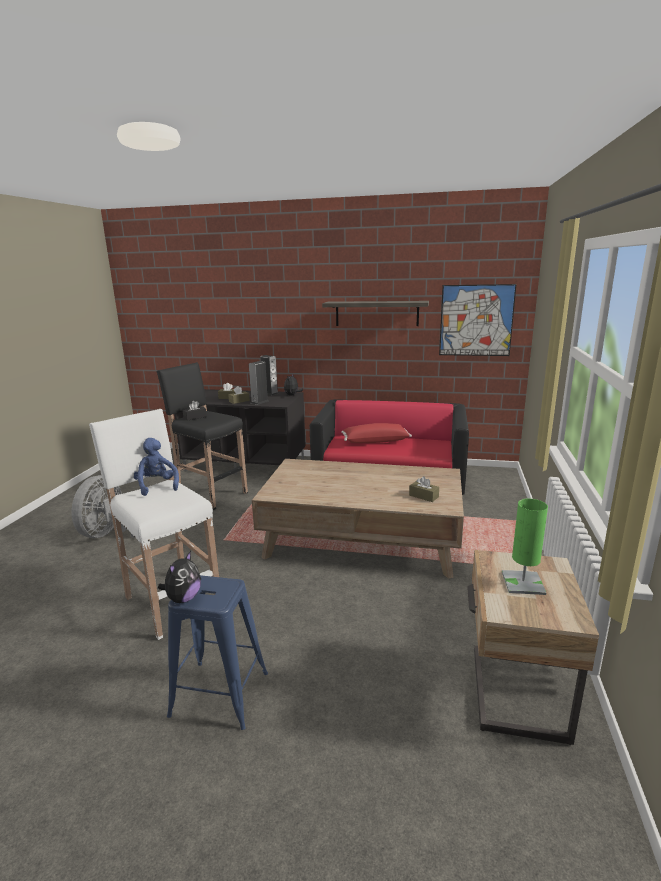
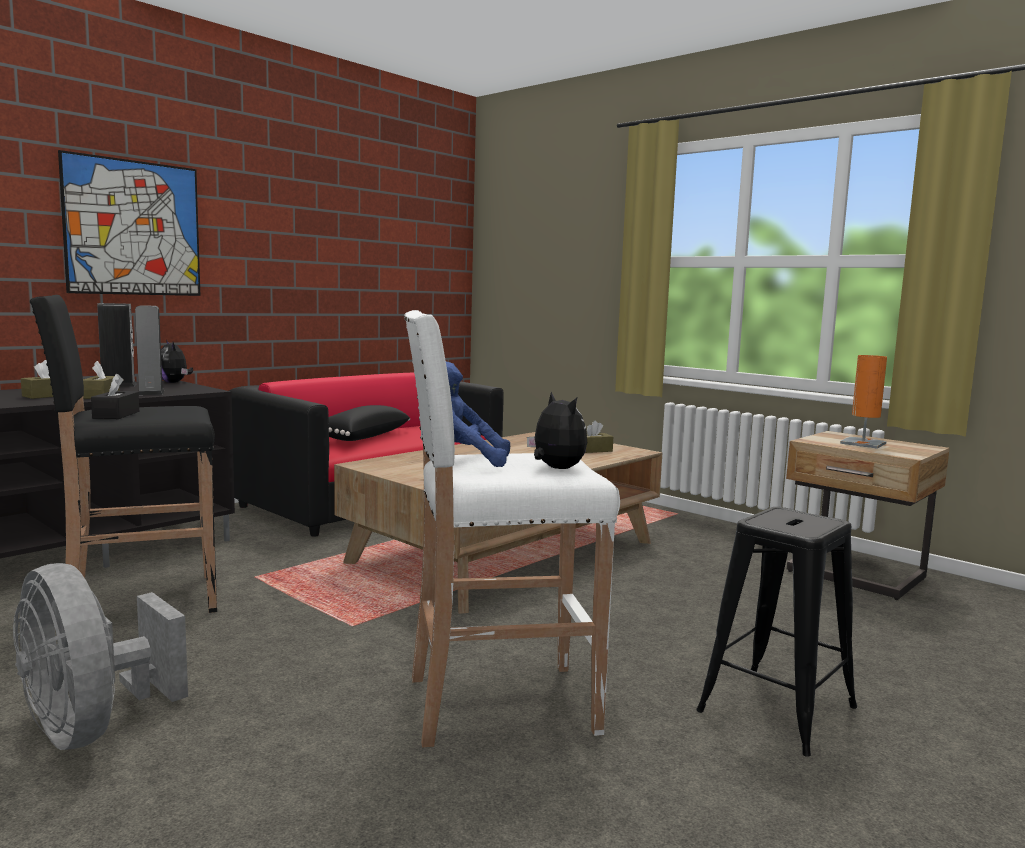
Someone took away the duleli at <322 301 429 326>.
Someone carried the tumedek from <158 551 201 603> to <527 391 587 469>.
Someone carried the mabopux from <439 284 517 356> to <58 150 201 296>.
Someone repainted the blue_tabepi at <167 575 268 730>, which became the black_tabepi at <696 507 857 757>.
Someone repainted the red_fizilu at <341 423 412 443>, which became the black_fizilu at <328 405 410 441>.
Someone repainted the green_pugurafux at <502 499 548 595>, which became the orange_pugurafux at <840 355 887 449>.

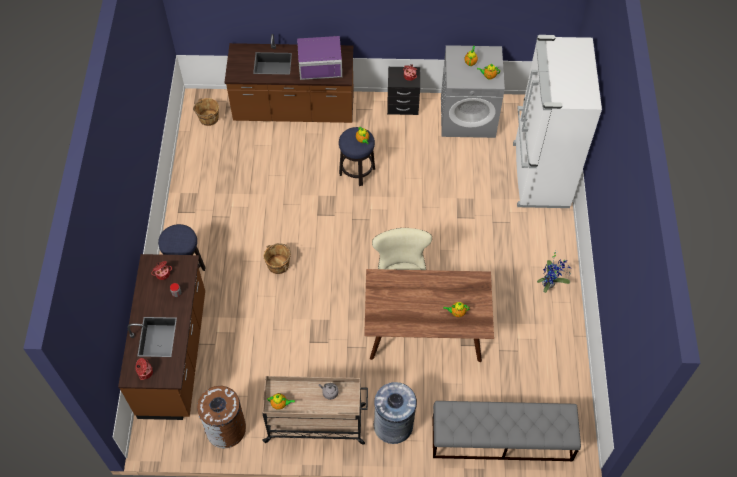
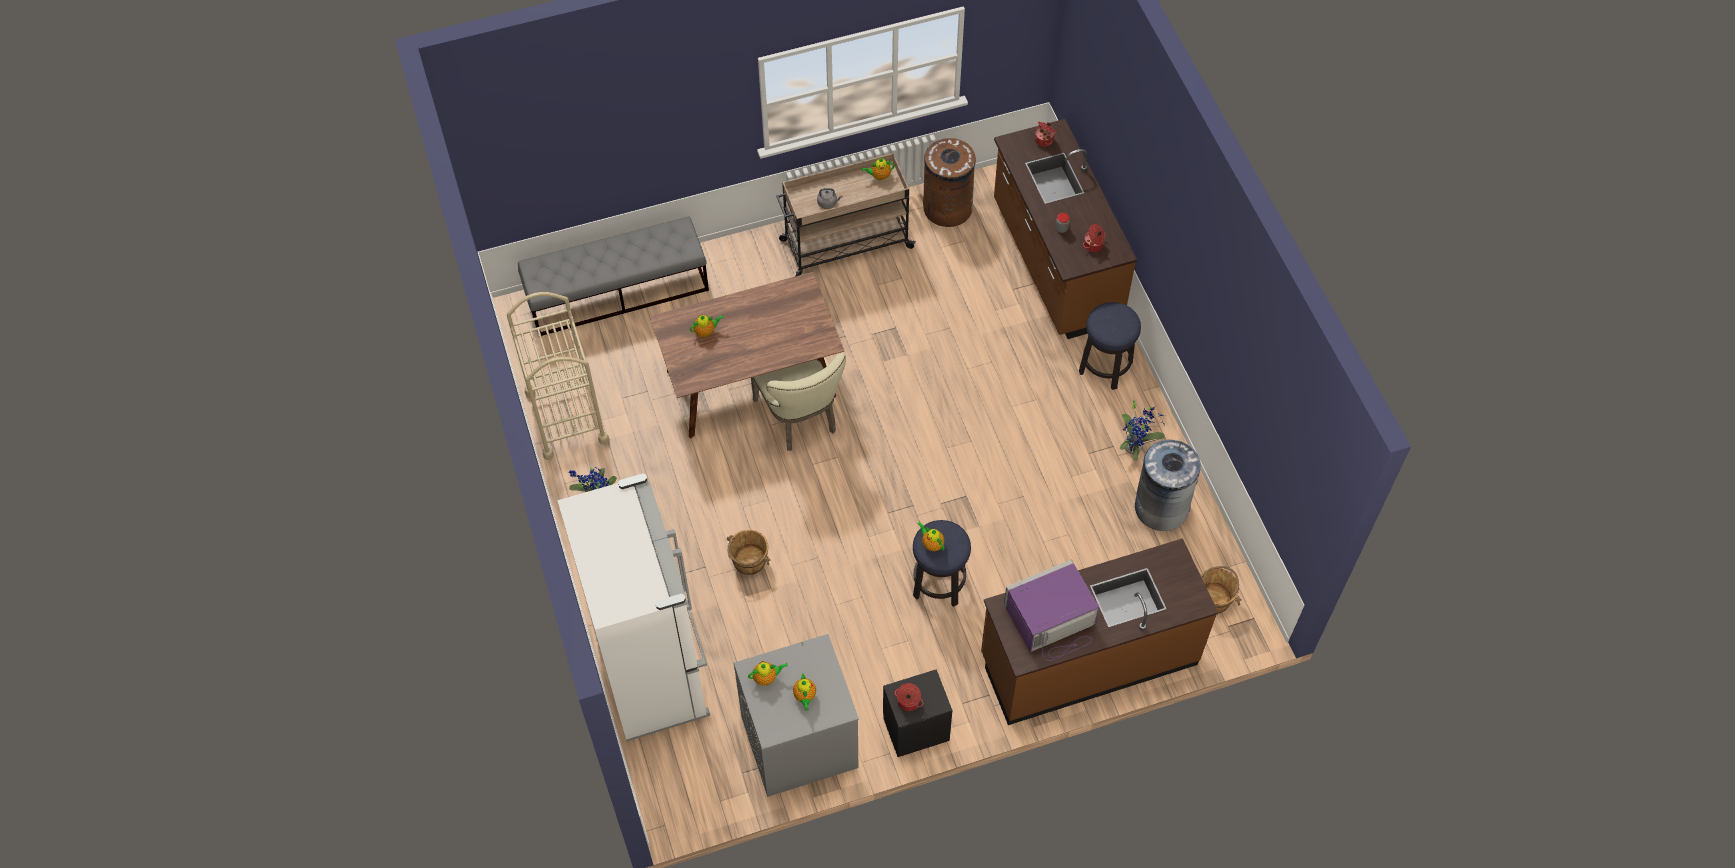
Someone put down the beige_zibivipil at <507 292 609 460>.
Someone put down the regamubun at <1120 397 1165 461>.
Someone carried the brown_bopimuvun from <264 243 291 274> to <726 530 770 575>.
Someone carried the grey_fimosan from <374 382 417 444> to <1135 439 1201 531>.

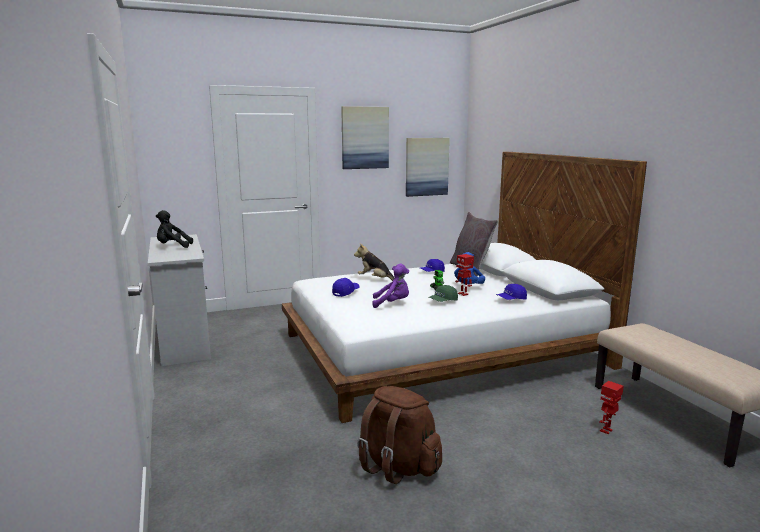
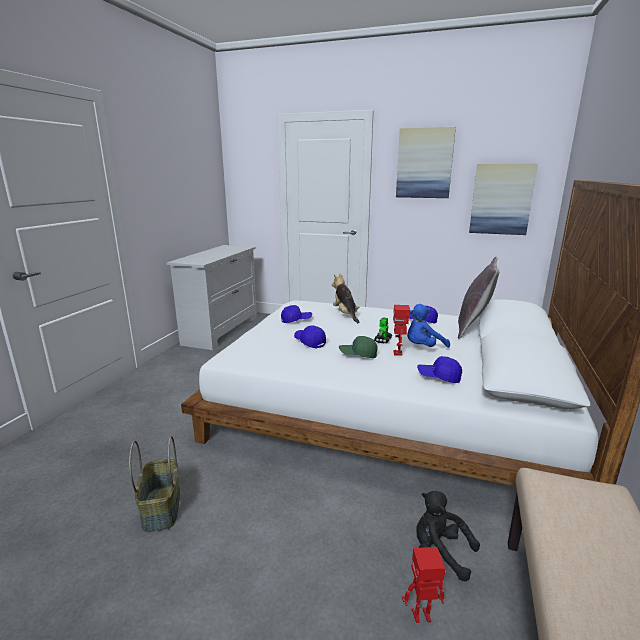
Someone carried the black_tumedek from <156 210 193 248> to <416 491 480 582>.
Someone swapped the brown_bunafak at <357 386 442 484> for the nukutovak at <129 436 180 533>.
Someone swapped the purple_tumedek at <373 264 409 308> for the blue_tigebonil at <294 325 326 348>.

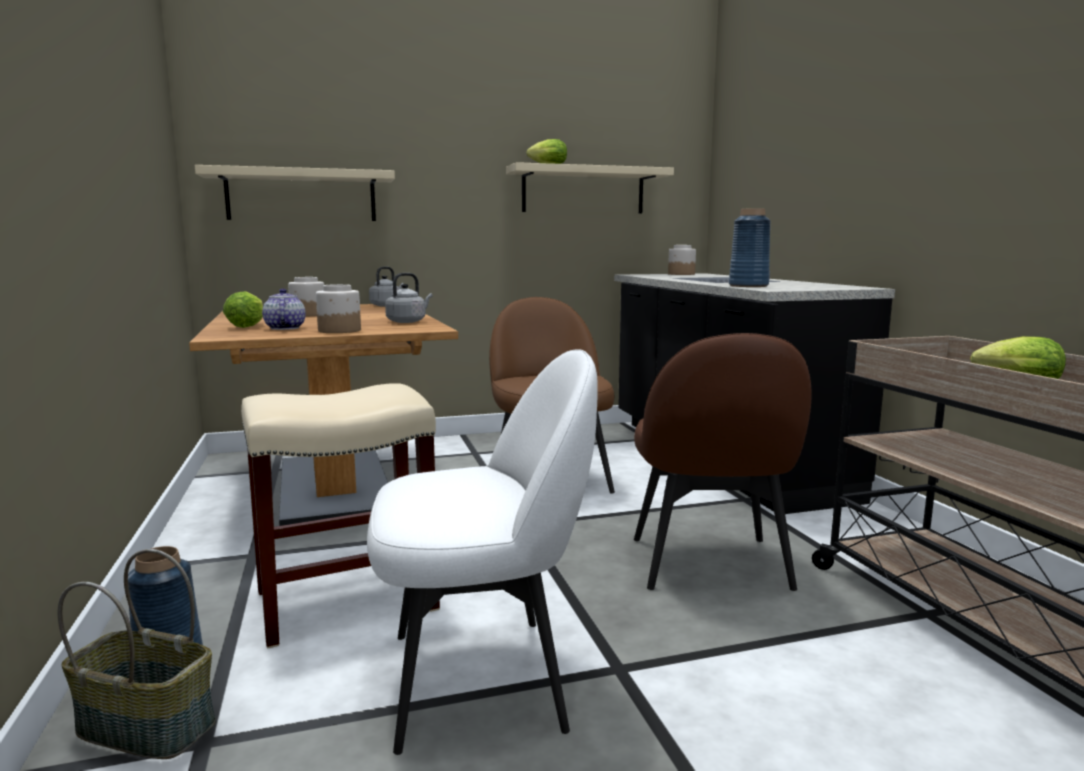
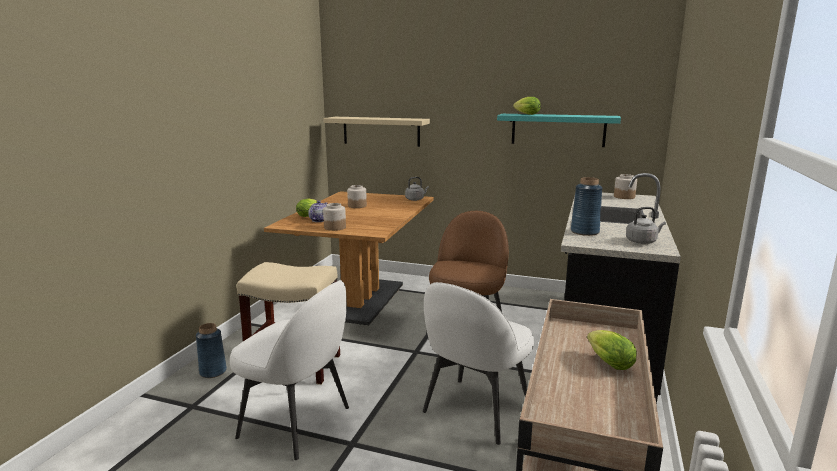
Someone took away the nukutovak at <58 549 216 759>.
Someone carried the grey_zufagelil from <385 273 433 323> to <626 207 666 244>.
Someone repainted the beige_duleli at <506 162 674 213>, which became the turquoise_duleli at <497 114 621 147>.
Someone repainted the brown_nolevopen at <634 333 811 591>, which became the white_nolevopen at <423 282 534 445>.

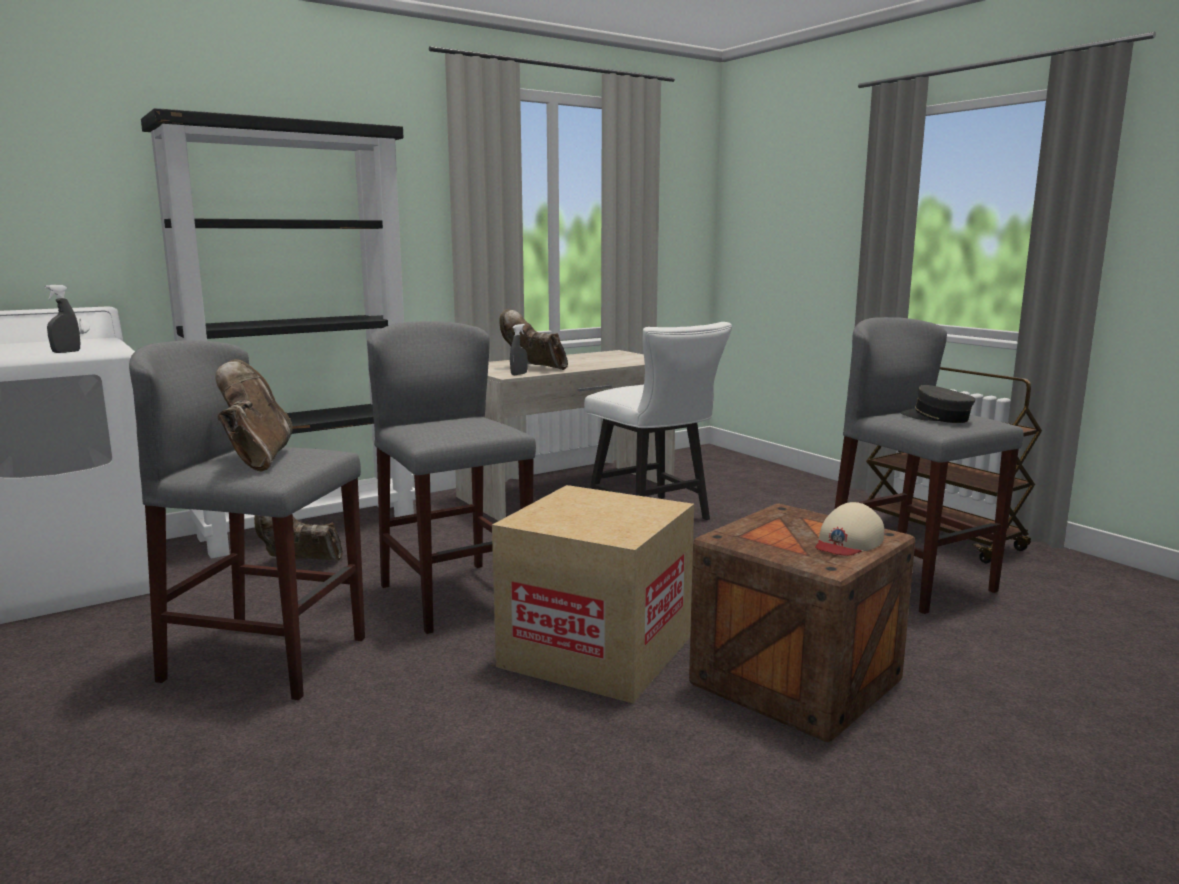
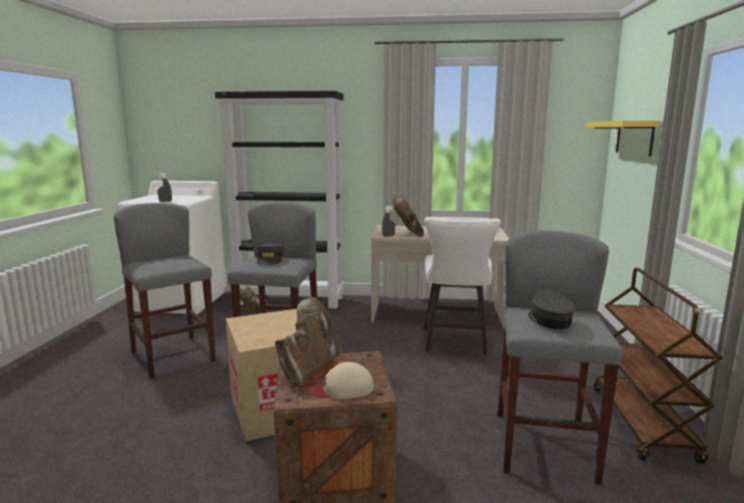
Someone put down the grey_tigebonil at <256 243 283 265>.
Someone put up the yellow_duleli at <585 121 661 156>.
Someone carried the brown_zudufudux from <215 359 293 471> to <275 297 342 386>.

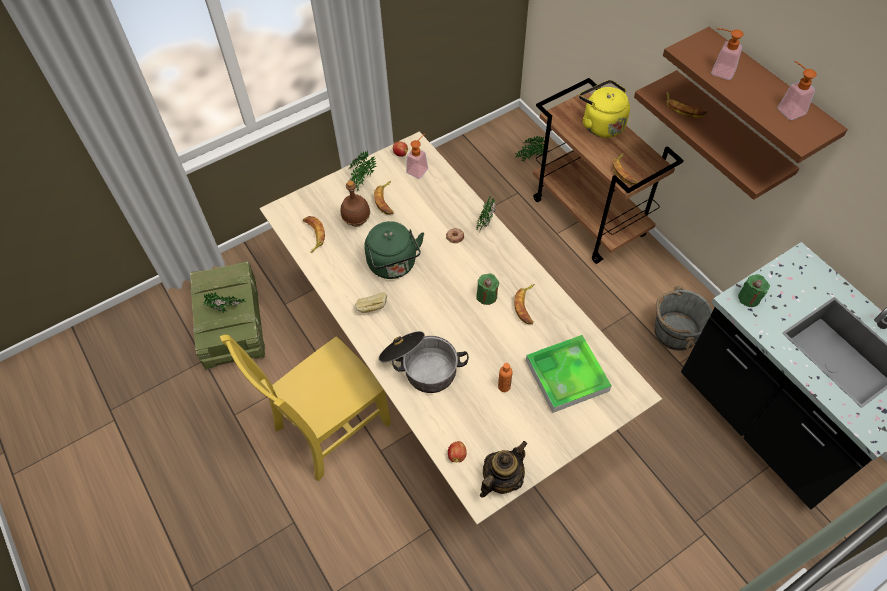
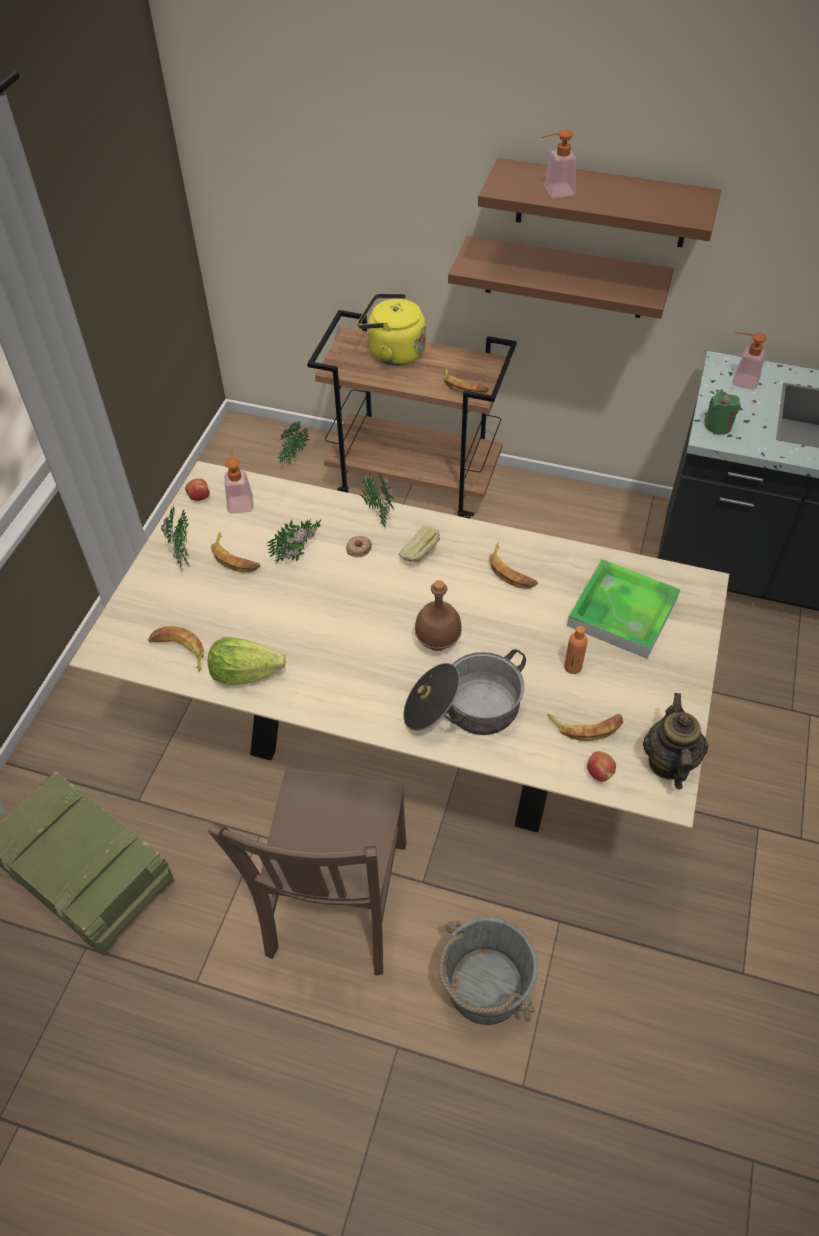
Someone took away the green_zufagelil at <364 221 424 279>.
Someone took away the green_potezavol at <477 273 499 305>.
Someone put down the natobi at <208 637 286 685>.
Someone carried the regamubun from <203 292 246 313> to <267 519 321 564>.
Someone carried the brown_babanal from <341 181 370 227> to <415 580 462 651>.
Someone carried the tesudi from <355 292 387 313> to <399 526 440 562>.
Someone carried the grey_bopimuvun from <655 286 713 351> to <438 917 538 1025>.
Someone carried the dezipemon from <667 92 707 118> to <547 714 623 741>.
Someone carried the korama from <778 61 817 120> to <732 332 767 390>.
Someone repainted the yellow_nolevopen at <220 335 391 481>, which became the brown_nolevopen at <208 769 407 975>.

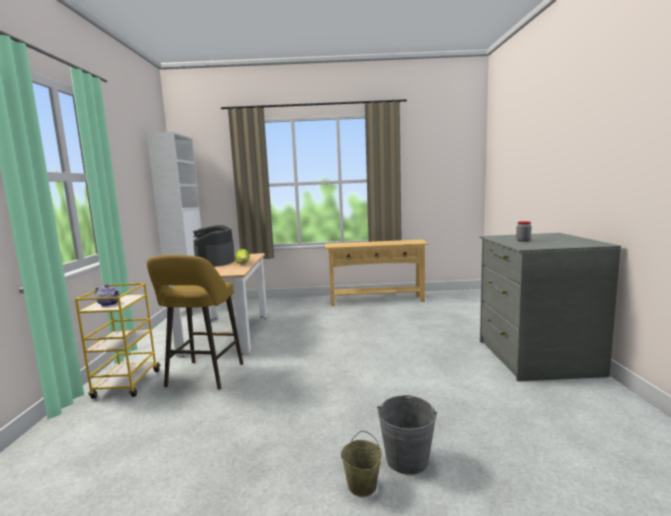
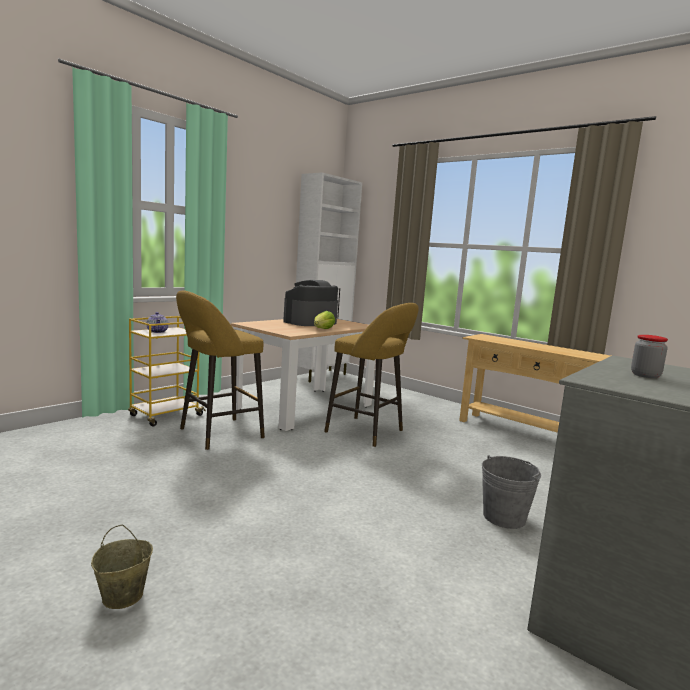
Someone put down the yellow_tabepi at <324 303 419 447>.
Someone carried the grey_bopimuvun from <377 395 437 475> to <482 455 541 529>.

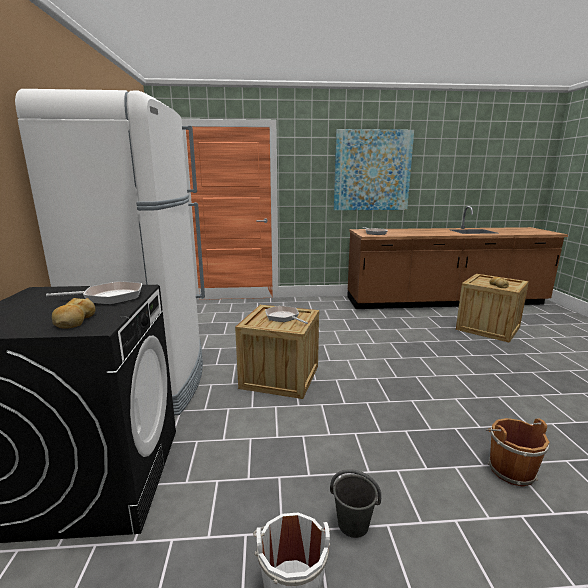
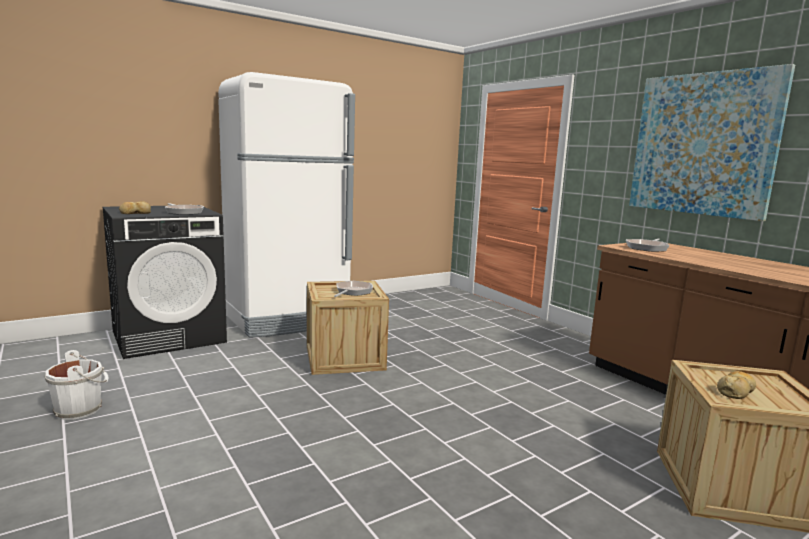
Someone took away the grey_bopimuvun at <330 469 381 538>.
Someone took away the brown_bopimuvun at <486 418 549 487>.

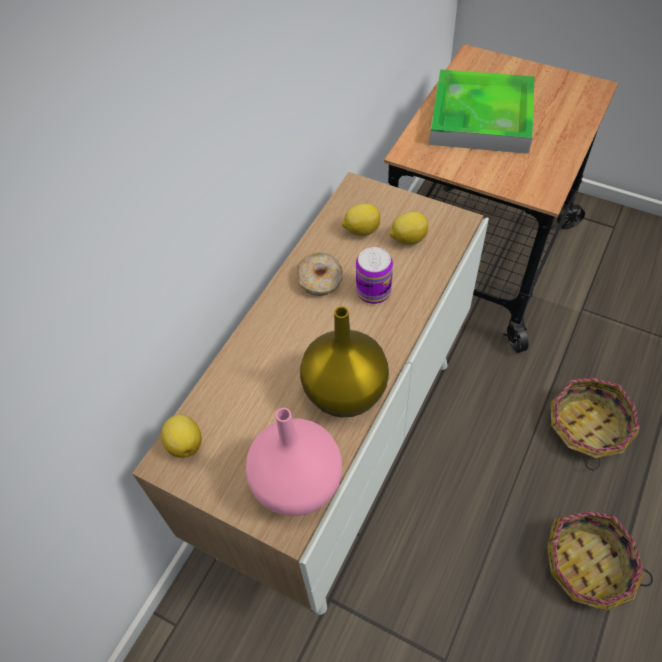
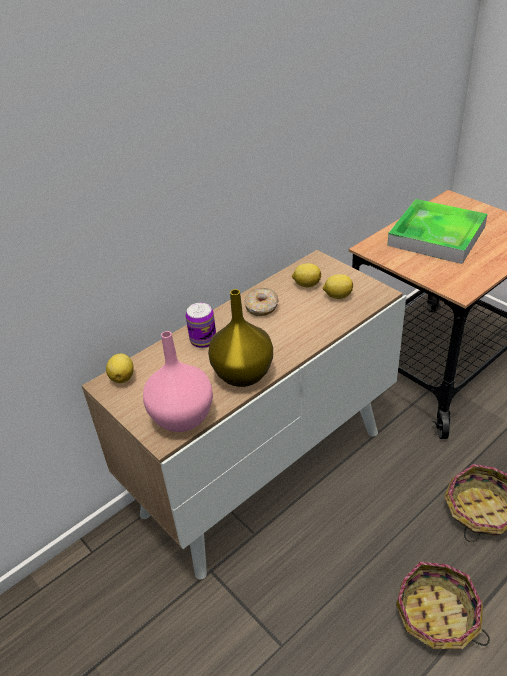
Someone carried the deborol from <356 247 393 304> to <186 303 216 348>.

